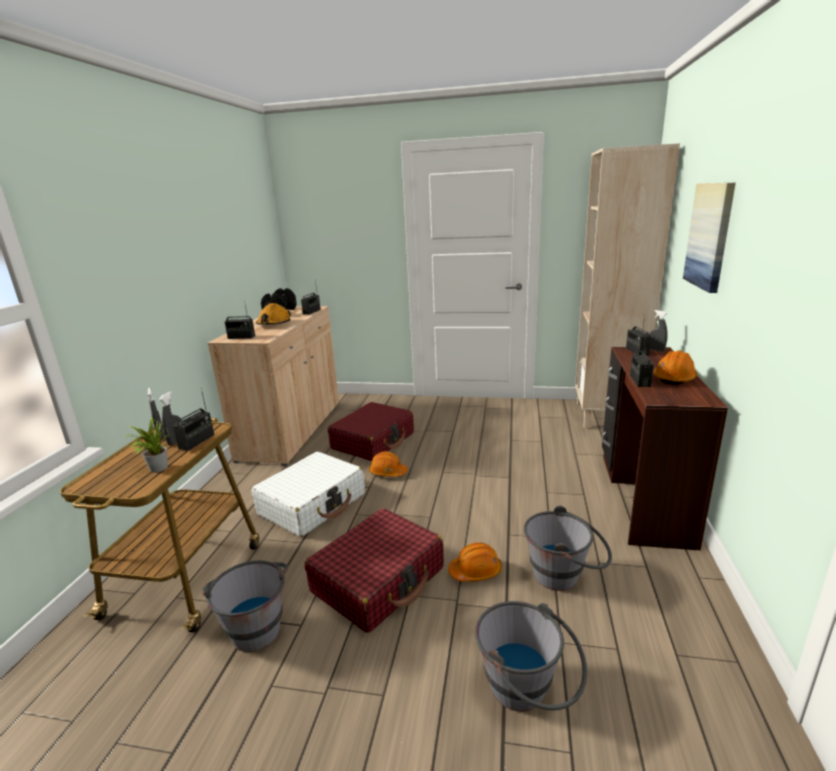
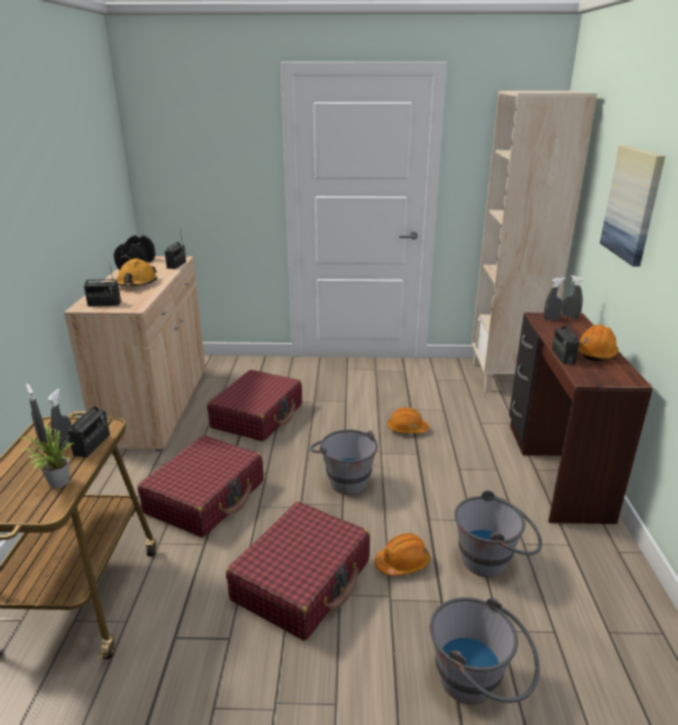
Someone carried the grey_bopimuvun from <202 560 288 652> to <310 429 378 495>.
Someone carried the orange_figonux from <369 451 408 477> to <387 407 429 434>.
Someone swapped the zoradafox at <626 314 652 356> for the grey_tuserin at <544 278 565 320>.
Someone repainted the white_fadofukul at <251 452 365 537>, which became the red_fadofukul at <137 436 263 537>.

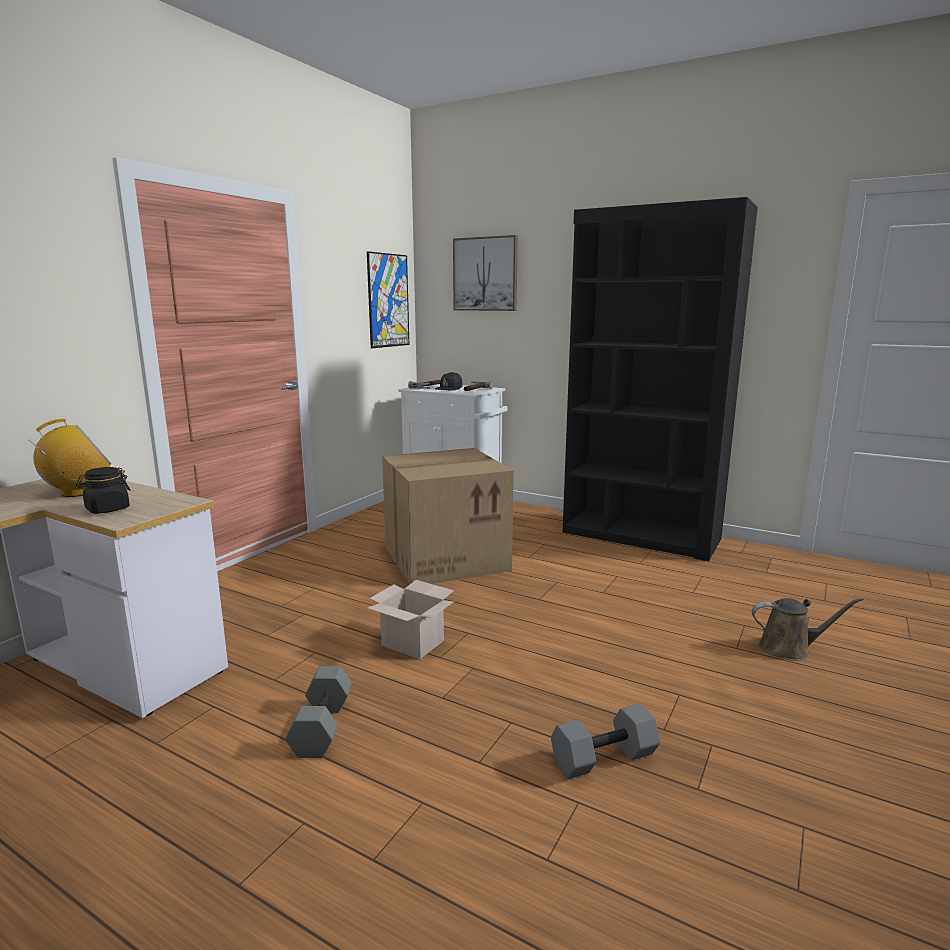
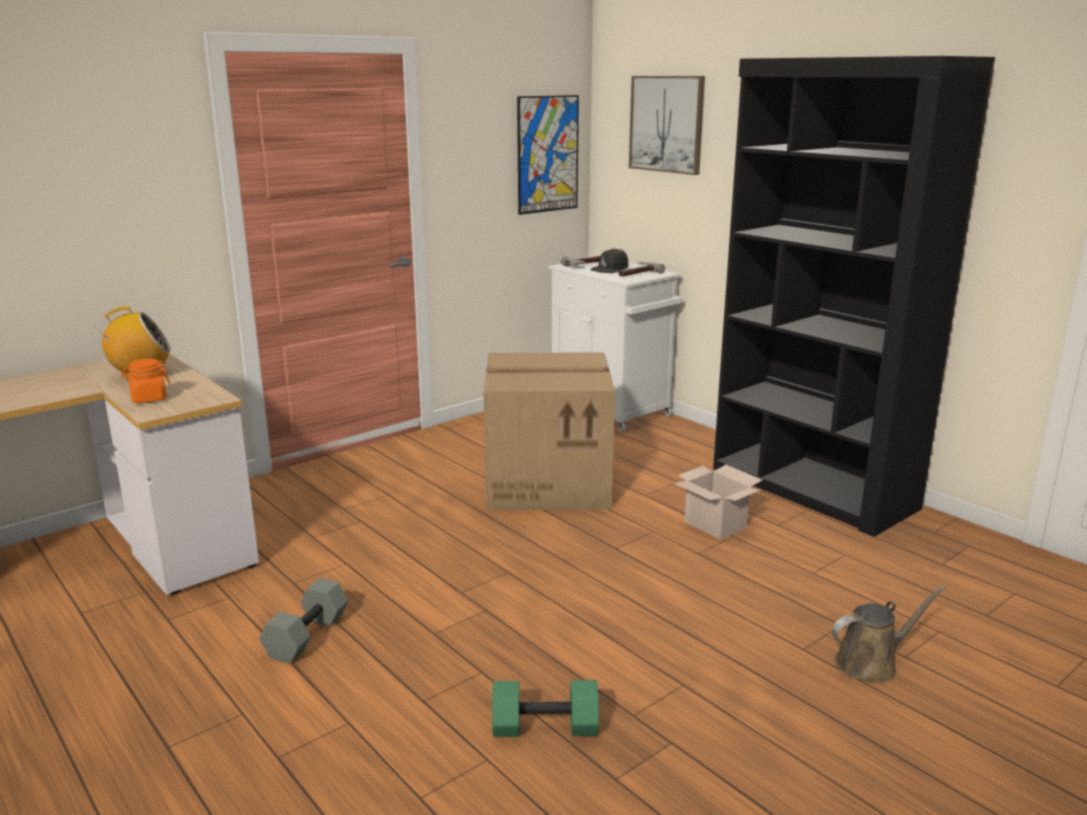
Someone carried the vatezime from <367 580 454 659> to <674 465 762 539>.
Someone repainted the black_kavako at <76 467 131 514>, which became the orange_kavako at <122 359 170 403>.
Someone repainted the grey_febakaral at <551 703 660 779>, which became the green_febakaral at <492 680 599 737>.
Someone rotated the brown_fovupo at <752 598 863 661> by 45 degrees counterclockwise.

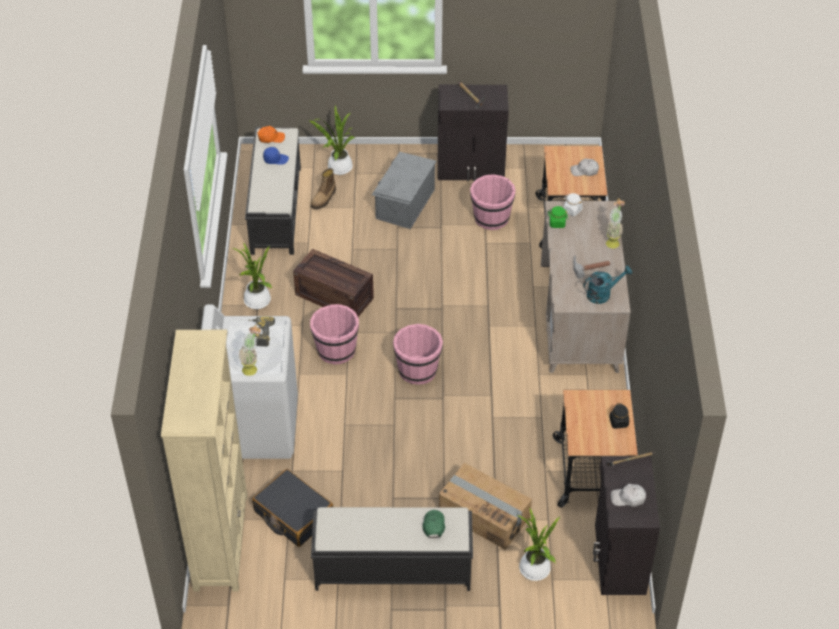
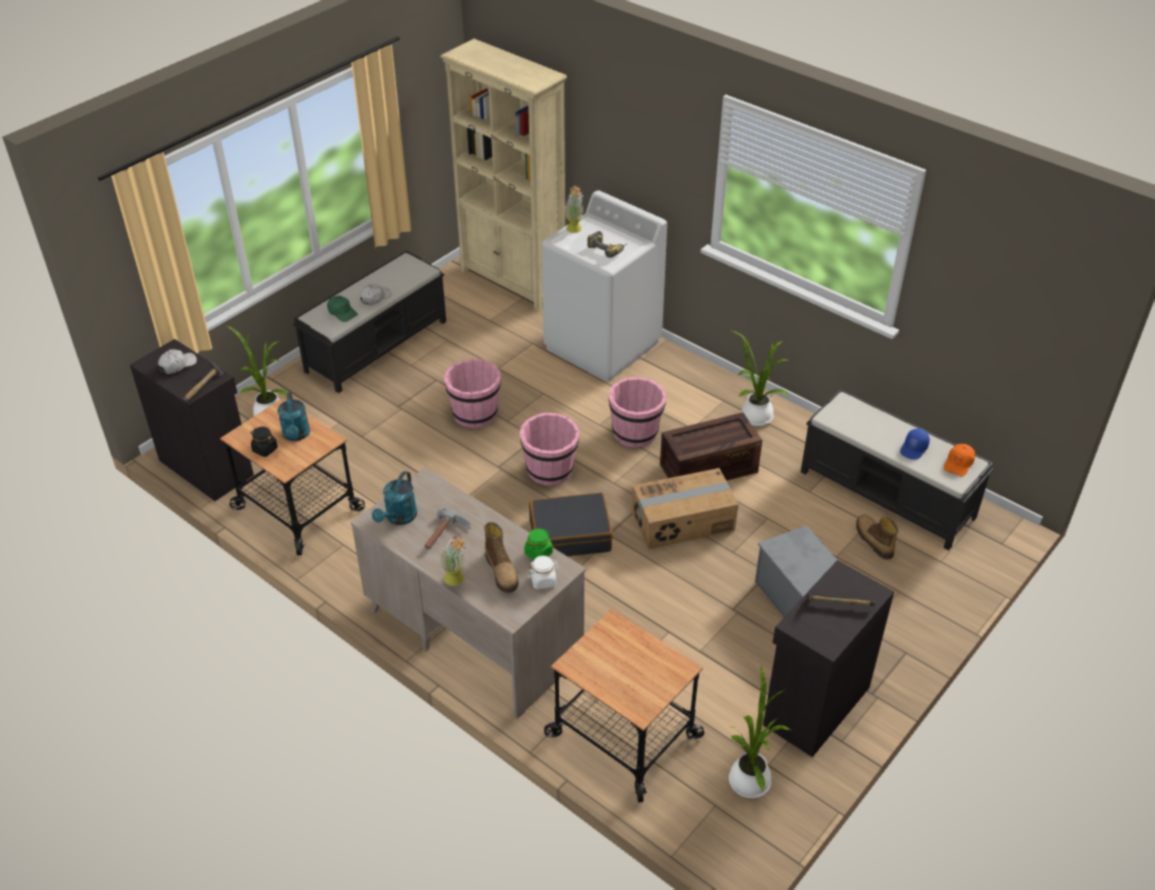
Someone put down the turquoise_fovupo at <277 392 310 441>.
Someone put down the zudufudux at <484 522 519 593>.
Someone carried the black_fadofukul from <252 469 333 547> to <529 492 613 557>.
Someone carried the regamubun from <309 106 356 175> to <729 666 791 798>.
Someone carried the vatezime from <439 463 532 550> to <632 468 739 549>.
Someone carried the pink_bopimuvun from <470 174 516 230> to <444 359 501 428>.
Someone carried the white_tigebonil from <570 158 599 176> to <360 284 392 305>.

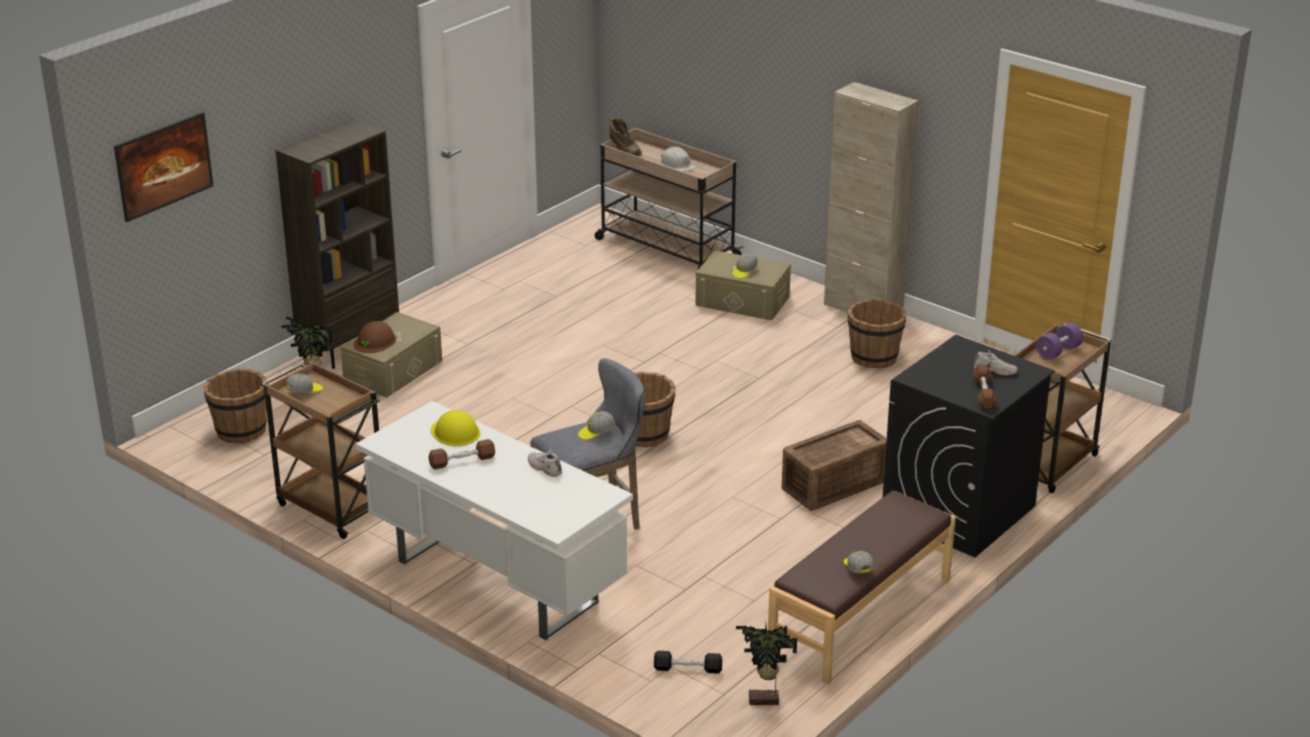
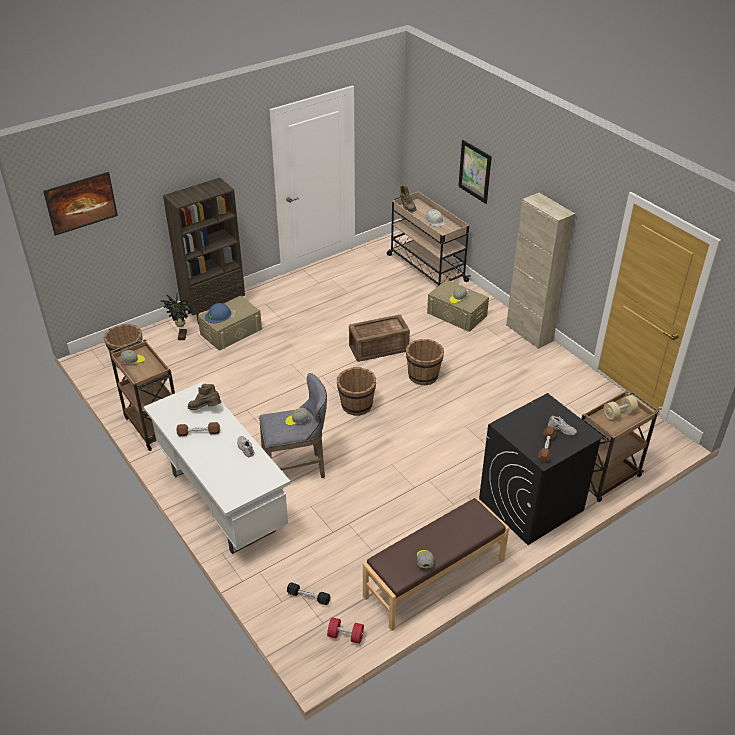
Someone put up the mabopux at <458 140 492 204>.
Someone carried the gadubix from <781 420 887 511> to <349 315 410 362>.
Someone carried the brown_bopimuvun from <848 299 907 368> to <406 339 444 385>.
Someone swapped the yellow_figonux at <430 410 480 446> for the brown_zudufudux at <188 384 221 410>.
Someone swapped the regamubun at <736 622 797 705> for the red_febakaral at <327 617 364 644>.
Someone repainted the brown_figonux at <354 321 396 353>, which became the blue_figonux at <205 303 232 323>.
Someone repainted the purple_febakaral at <1036 323 1083 360>, which became the beige_febakaral at <603 395 638 420>.

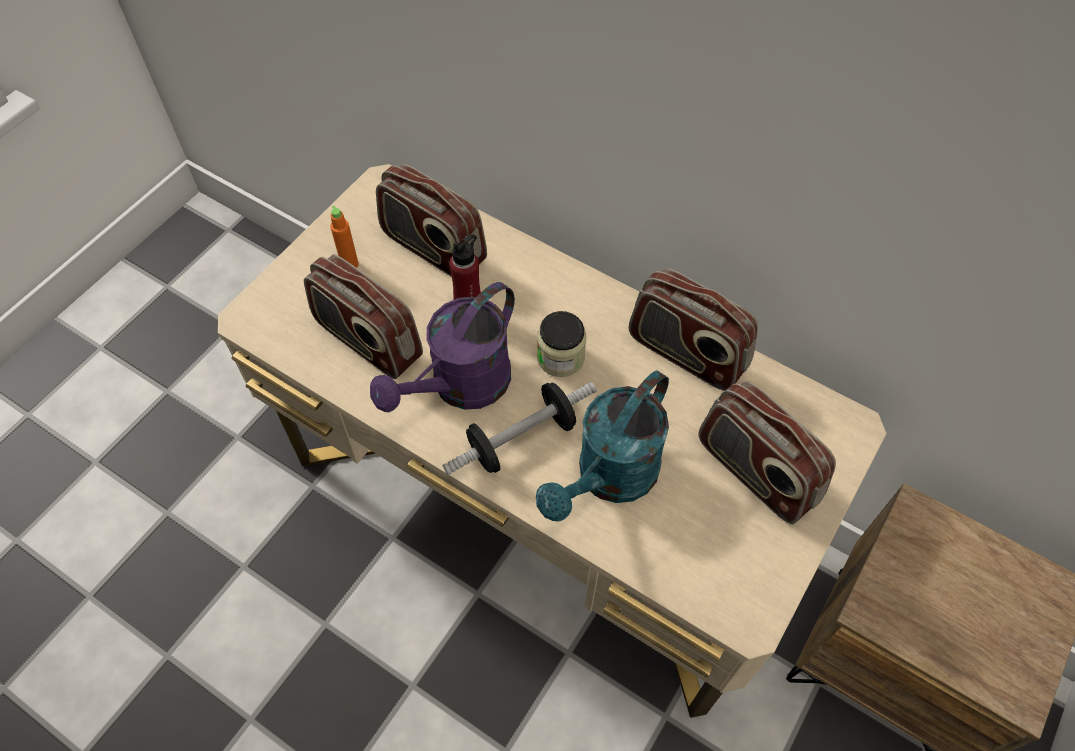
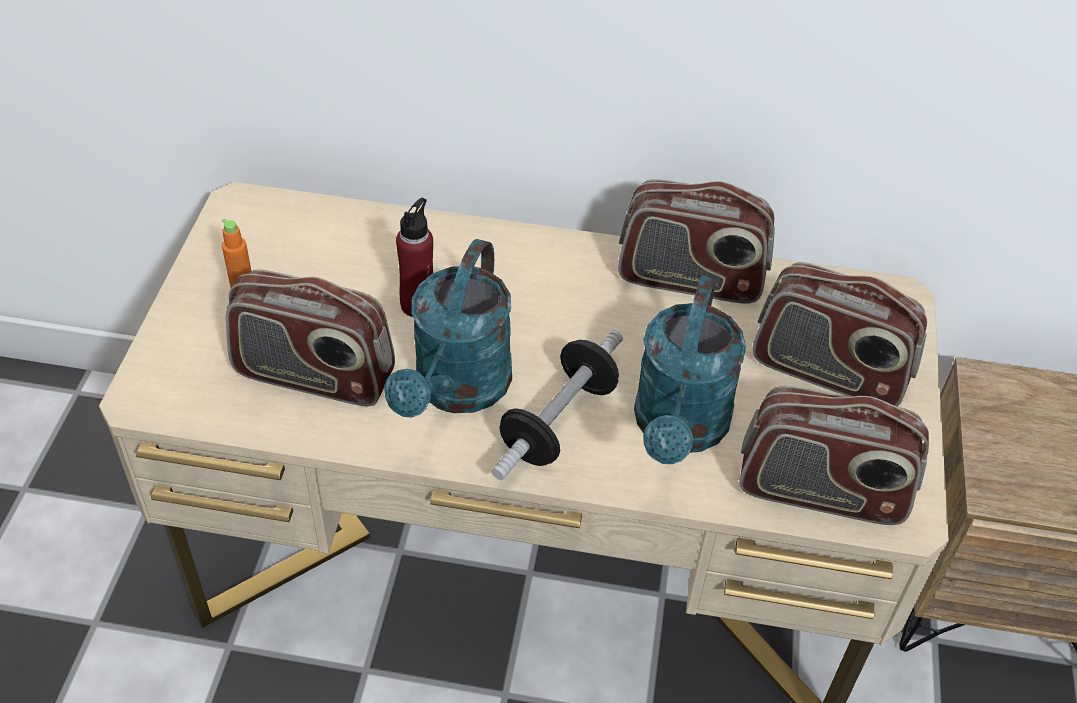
Someone took away the kavako at <537 311 586 377>.
Someone carried the zoradafox from <376 164 487 277> to <740 386 929 525>.
Someone repainted the purple_fovupo at <370 282 515 412>, which became the turquoise_fovupo at <384 239 512 417>.

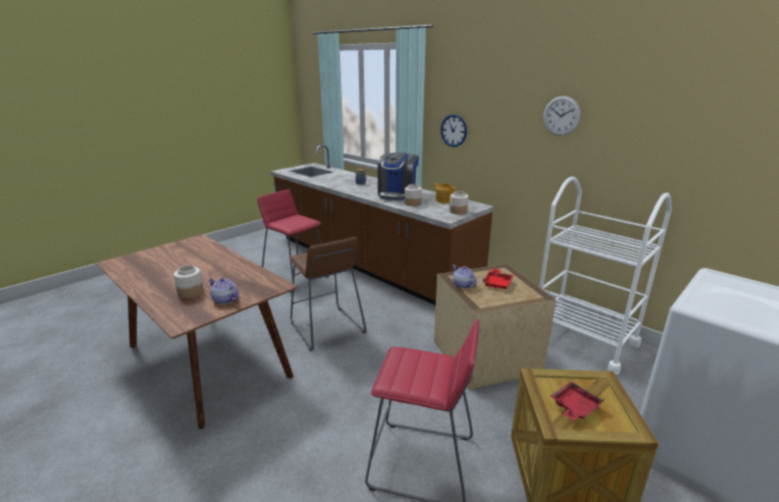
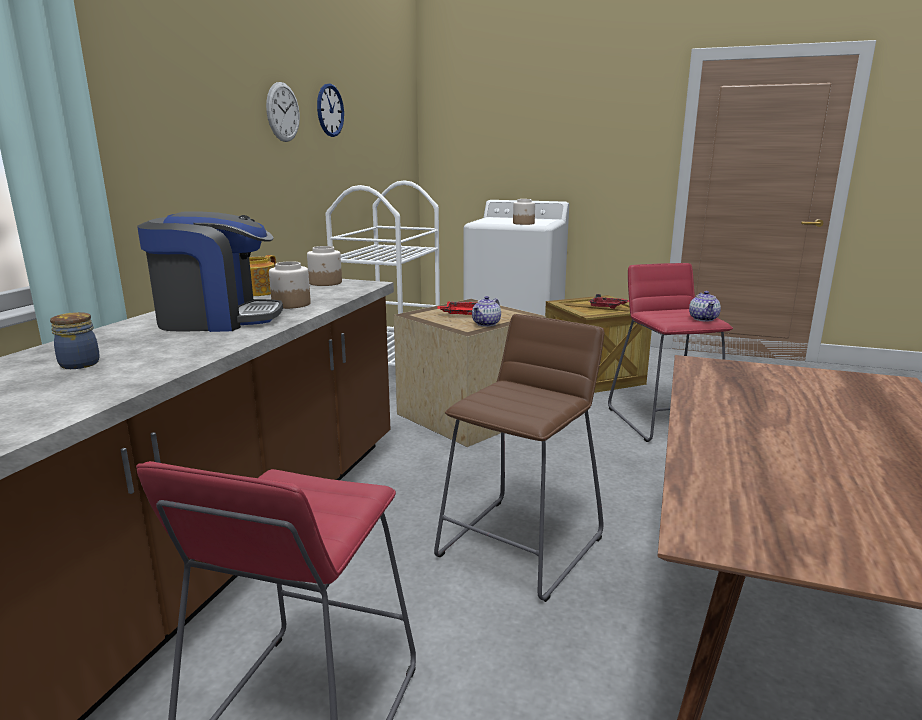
Someone carried the kavako from <174 265 204 298> to <513 199 535 225>.
Someone carried the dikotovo from <208 278 239 304> to <689 291 721 321>.
Someone carried the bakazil from <440 114 467 147> to <317 84 344 137>.

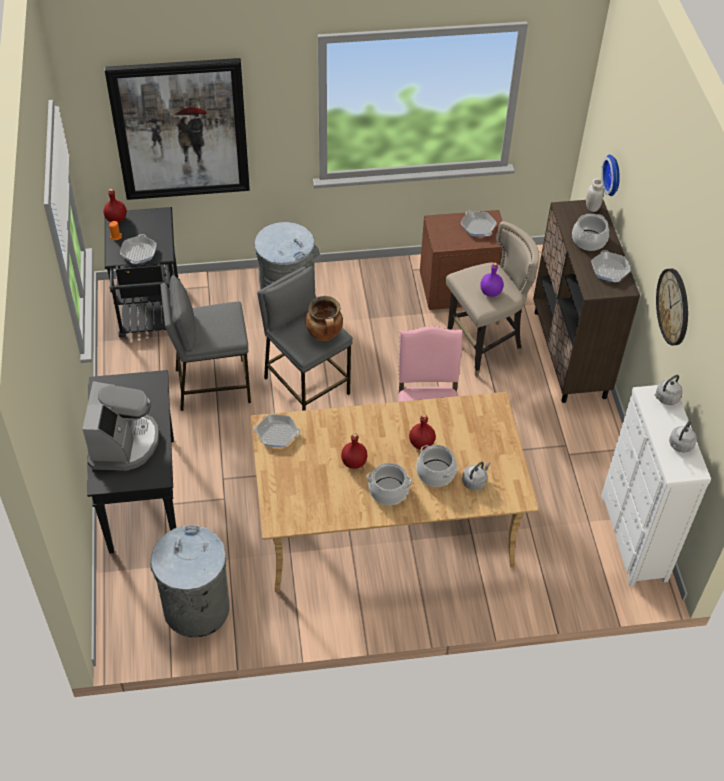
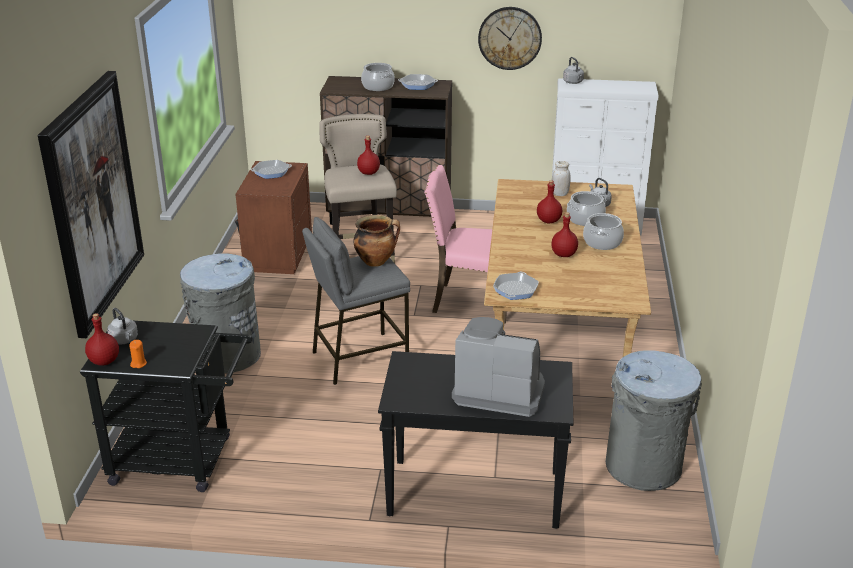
Someone took away the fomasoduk at <120 234 157 264>.
Someone took away the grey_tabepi at <160 275 251 411>.
Someone took away the bakazil at <601 155 620 196>.
Someone carried the white_kavako from <586 178 604 212> to <551 161 571 196>.
Someone carried the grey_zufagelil from <669 420 697 453> to <107 308 138 344>.
Someone repainted the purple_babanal at <480 262 504 297>, which became the red_babanal at <357 136 380 175>.

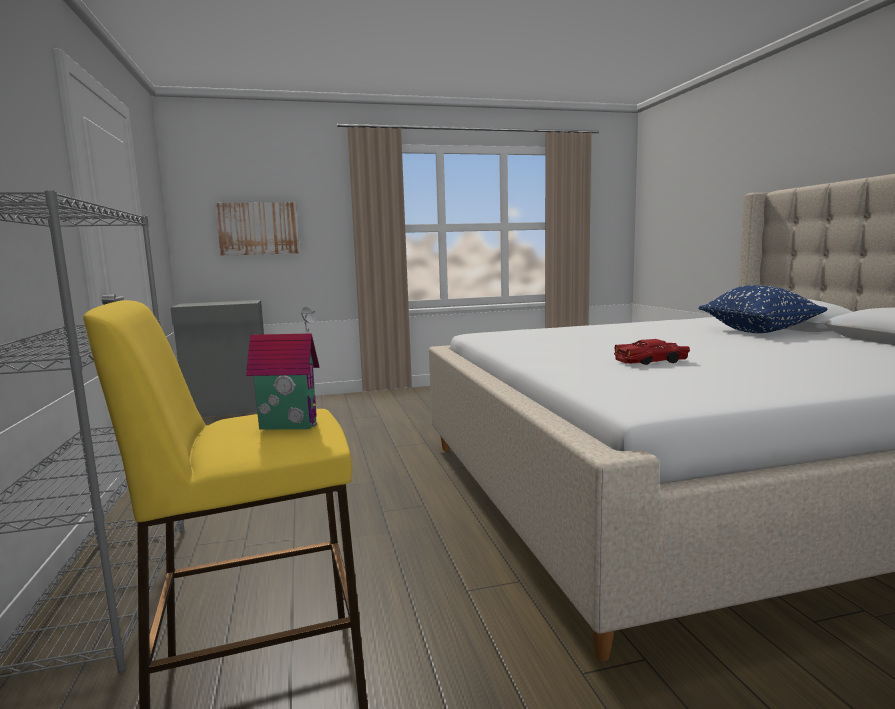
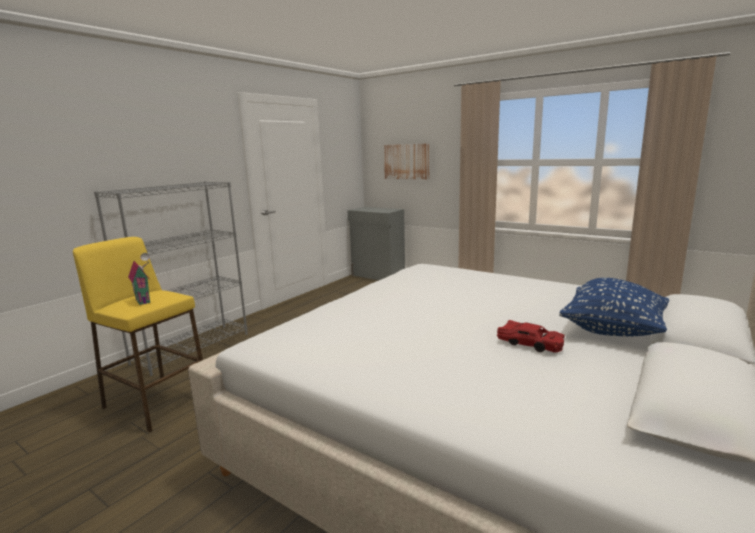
Someone carried the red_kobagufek from <614 339 690 365> to <497 320 565 353>.

